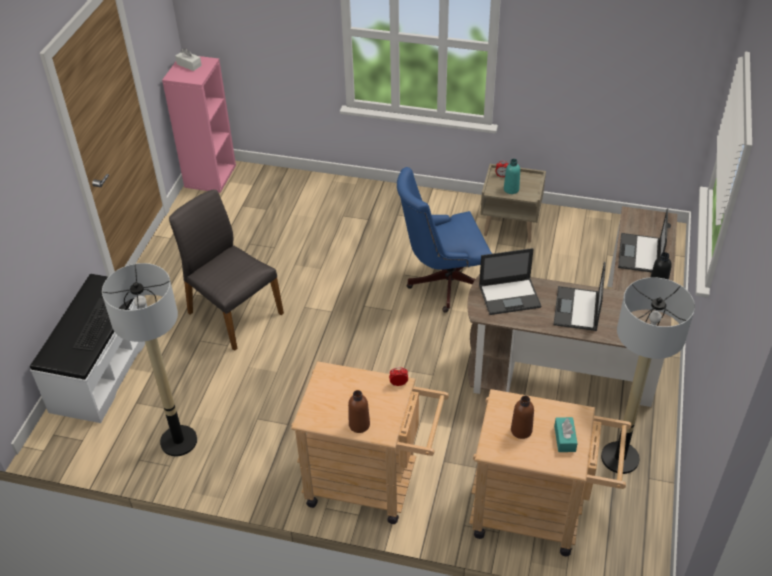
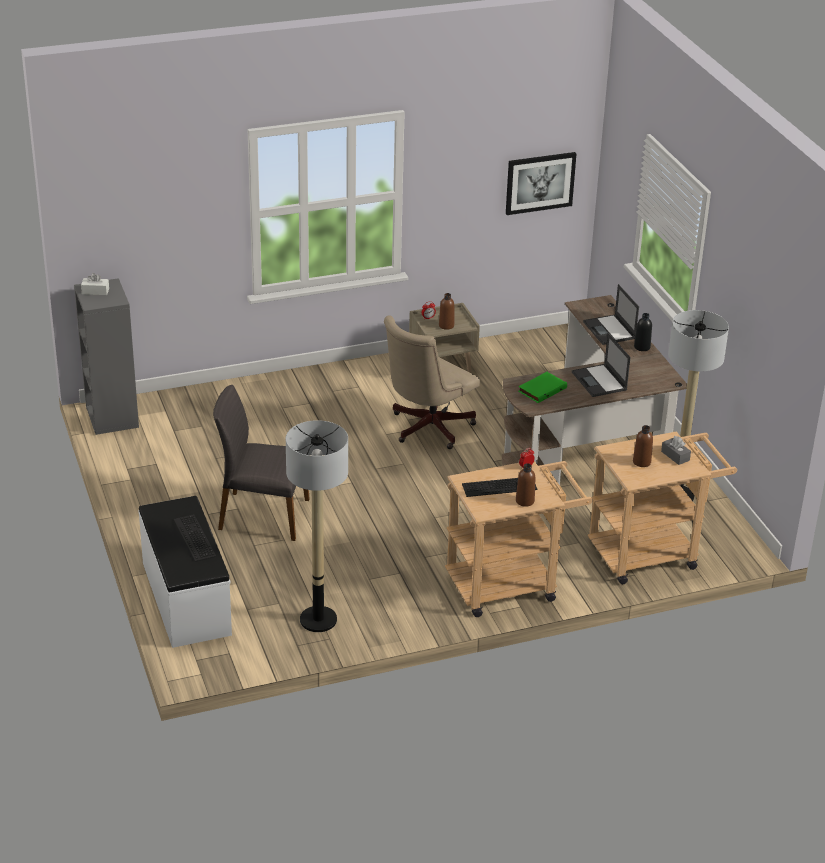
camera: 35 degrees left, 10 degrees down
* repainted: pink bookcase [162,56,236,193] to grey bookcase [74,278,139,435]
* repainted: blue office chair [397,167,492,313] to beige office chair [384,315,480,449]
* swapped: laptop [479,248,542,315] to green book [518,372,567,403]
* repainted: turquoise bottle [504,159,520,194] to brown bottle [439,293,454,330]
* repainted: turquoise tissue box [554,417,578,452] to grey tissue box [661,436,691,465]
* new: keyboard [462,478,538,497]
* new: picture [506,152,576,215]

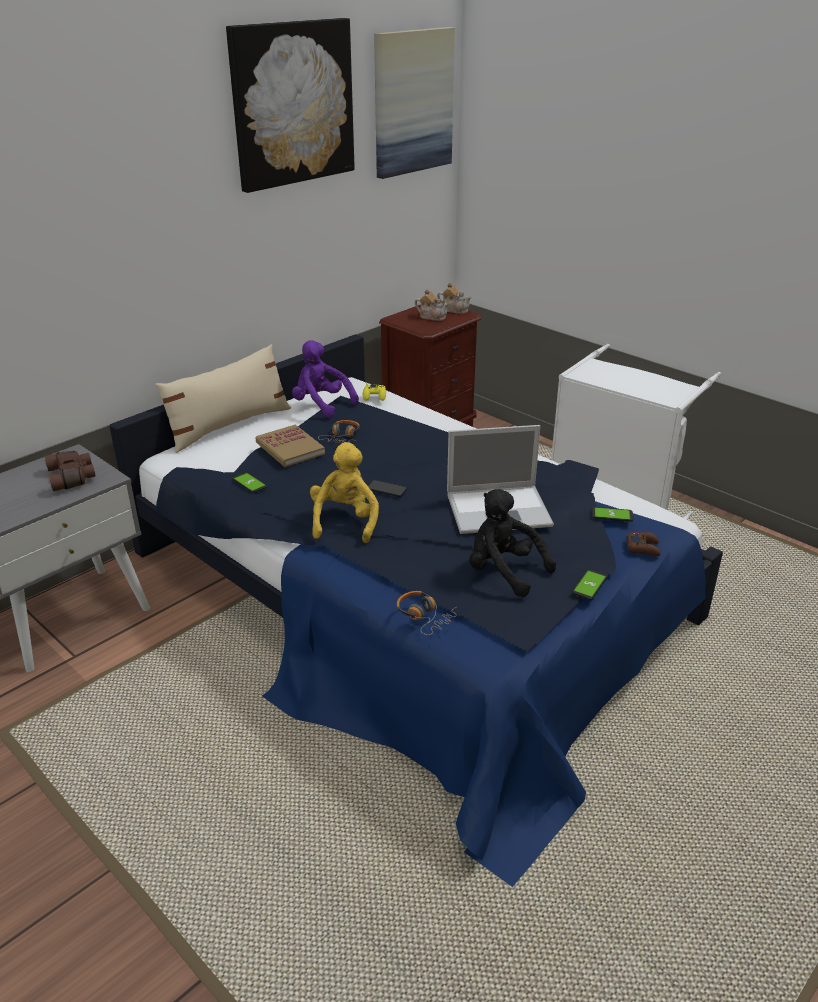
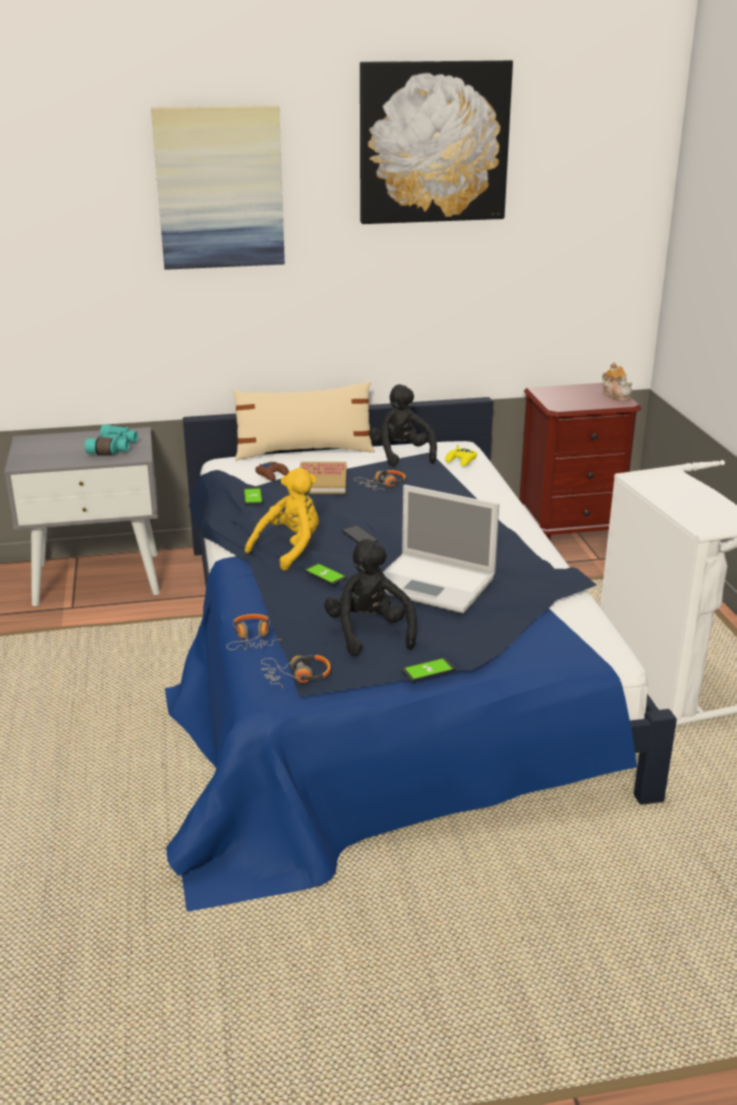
camera: 35 degrees right, 5 degrees down
* repainted: brown binoculars [45,451,96,491] to turquoise binoculars [85,424,138,455]
* repainted: purple plush toy [292,340,359,417] to black plush toy [369,384,437,467]
* shifted: picture [374,27,455,179] to [151,105,285,270]
* gone: teapot [415,289,449,321]
* shifted: phone [592,507,633,522] to [304,563,347,585]
* shifted: brown game controller [627,532,661,556] to [255,462,289,481]
* new: headphones [261,655,331,689]

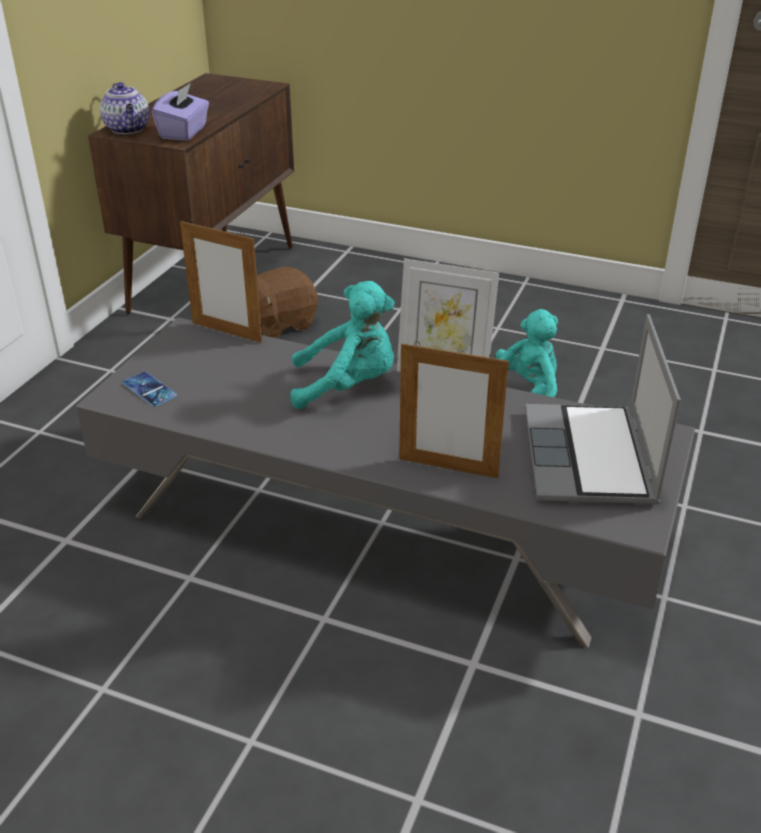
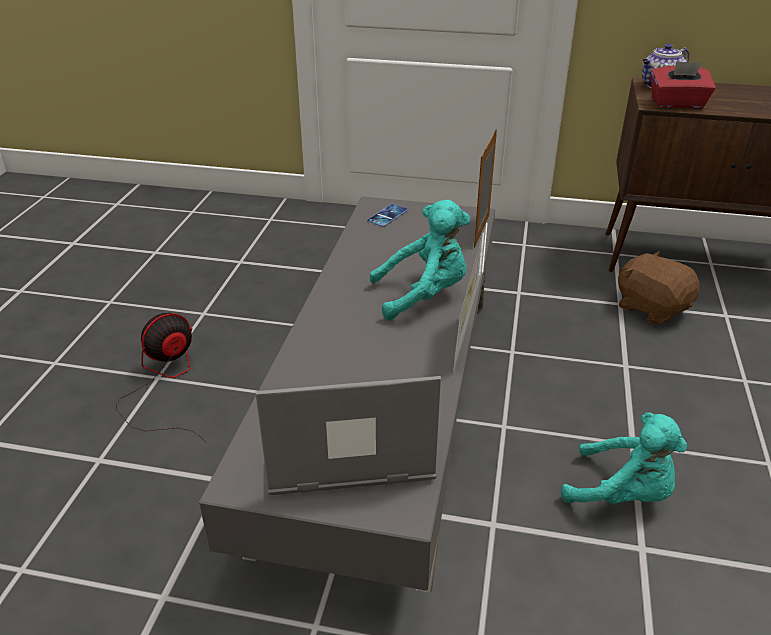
camera: 80 degrees right, 0 degrees up
* repainted: purple tissue box [152,83,209,141] to red tissue box [651,61,716,108]
* rotated: turquoise plush toy [290,281,394,409] = [370,200,470,320] 90 degrees counterclockwise
* gone: picture frame [399,341,509,478]
* new: fan [116,313,207,443]

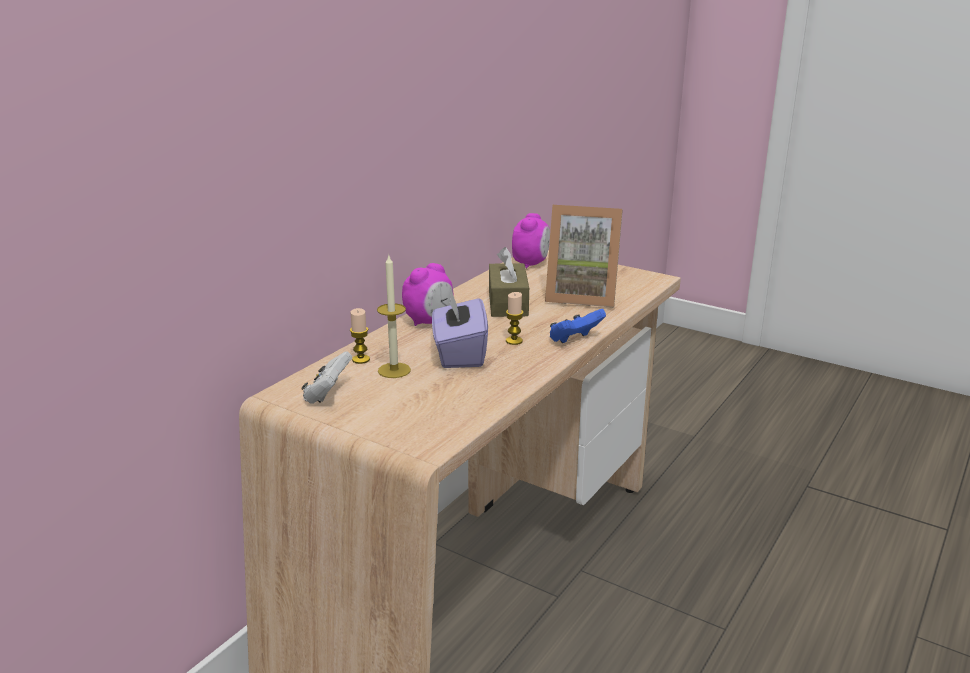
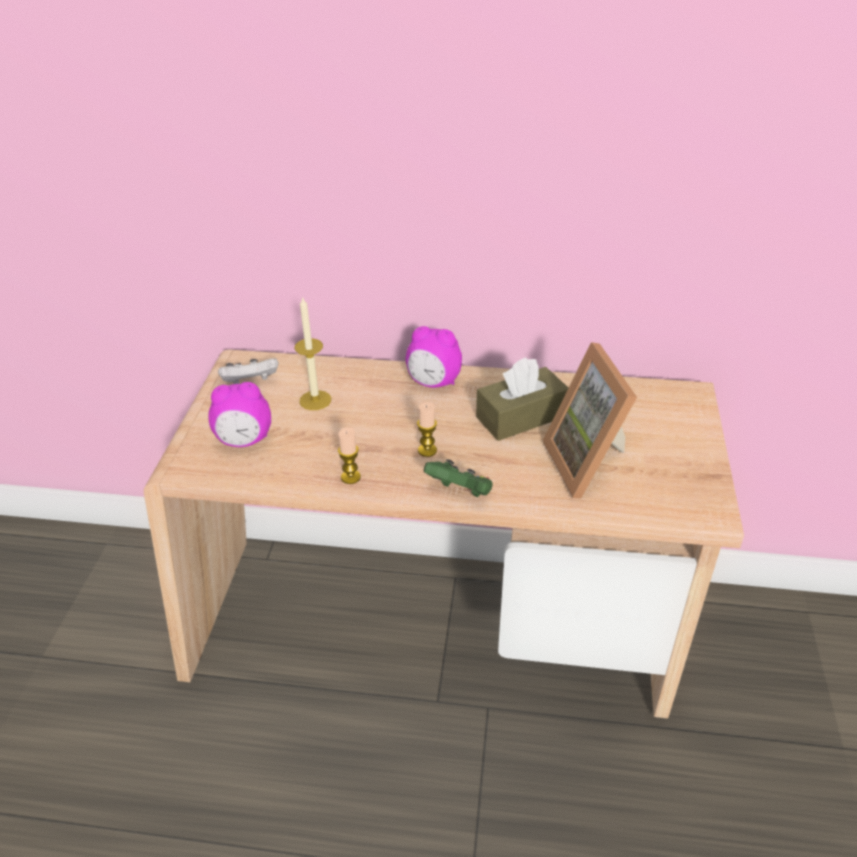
camera: 65 degrees right, 15 degrees up
* shifted: candle [350,308,370,364] to [338,427,361,484]
* gone: purple tissue box [432,290,488,368]
* shifted: alarm clock [512,213,550,268] to [208,382,271,447]
* repainted: blue game controller [550,309,606,343] to green game controller [424,459,493,497]

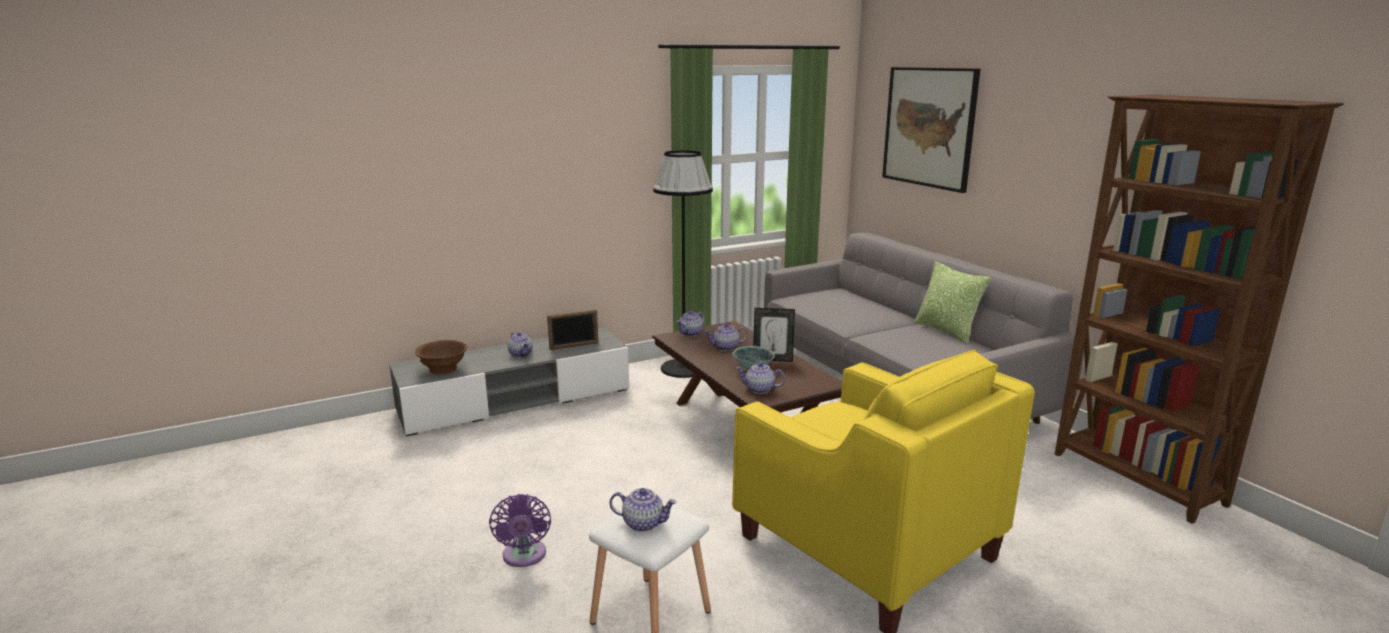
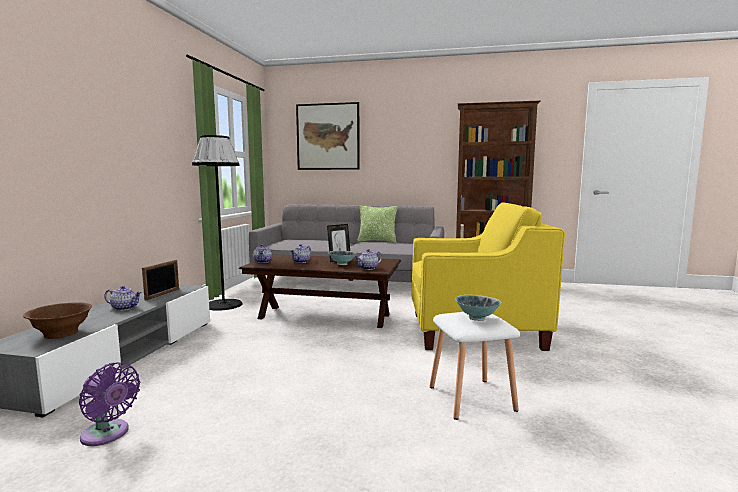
camera: 50 degrees left, 10 degrees down
* shifted: purple fan [489,494,551,567] to [79,362,140,446]
* swapped: teapot [610,488,677,532] to bowl [455,295,501,321]

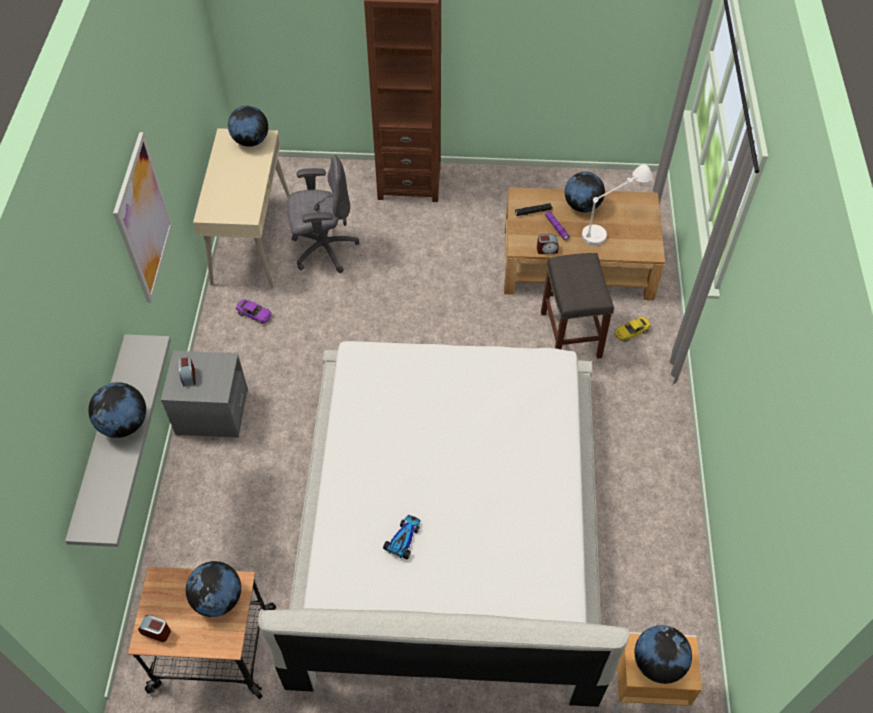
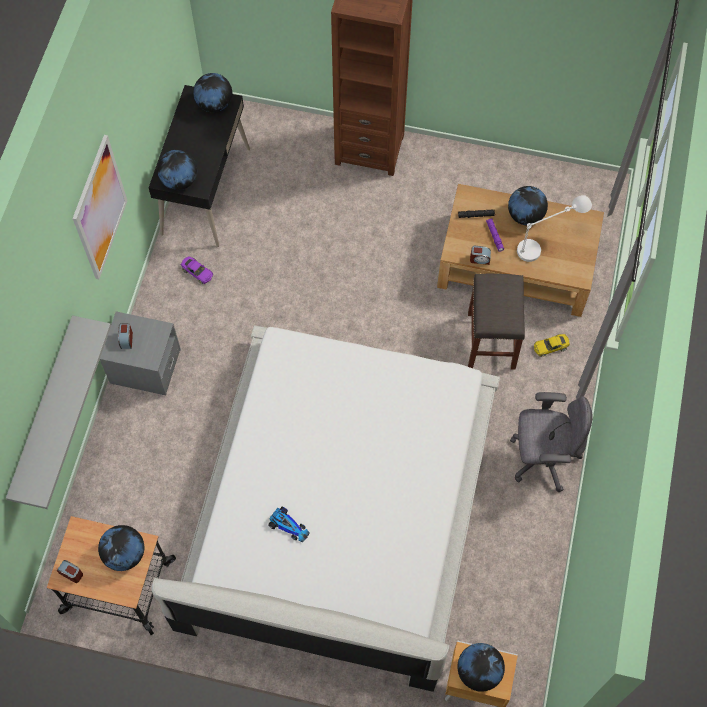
camera: 10 degrees right, 10 degrees up
* shifted: globe [88,382,146,438] to [157,150,197,190]
* repainted: beige desk [193,128,290,288] to black desk [149,85,250,247]
* shifted: grey office chair [287,155,359,273] to [510,392,593,492]
* rotated: toy car [383,515,421,560] = [268,507,310,542] 90 degrees clockwise

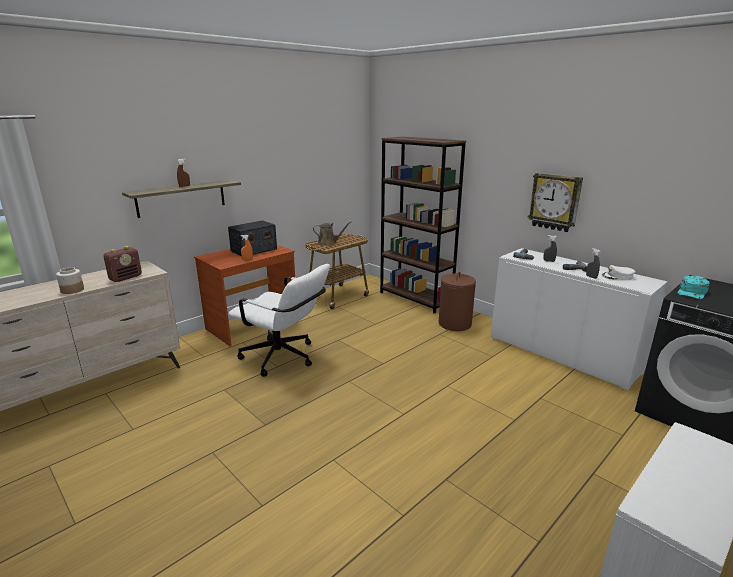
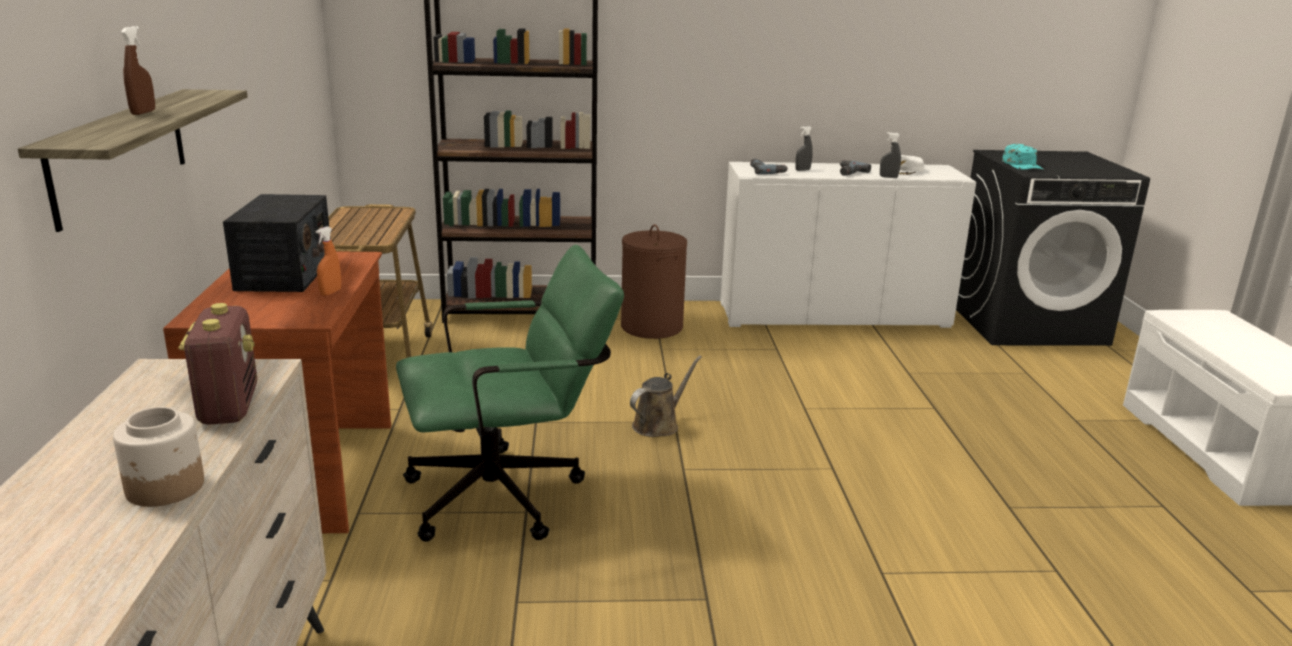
camera: 50 degrees left, 0 degrees up
* repainted: white office chair [229,264,330,377] to green office chair [396,244,624,542]
* shifted: brown watering can [313,221,352,246] to [630,355,702,437]
* gone: wall clock [528,173,583,232]

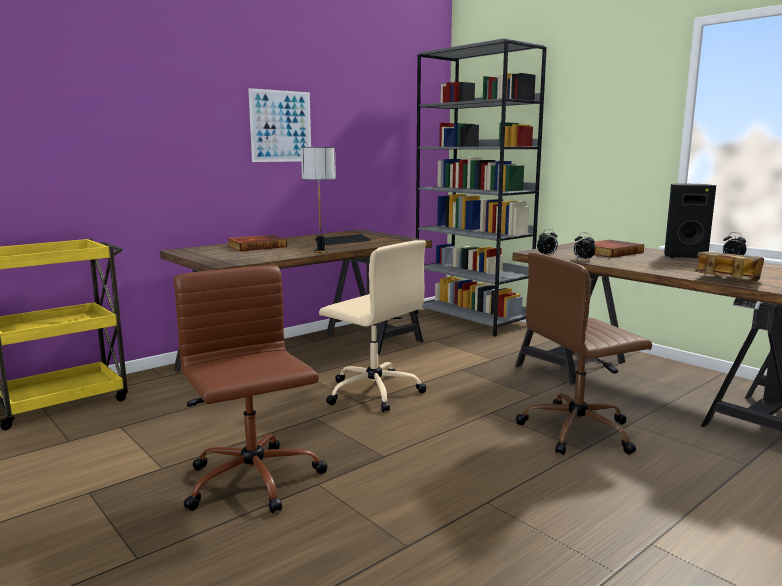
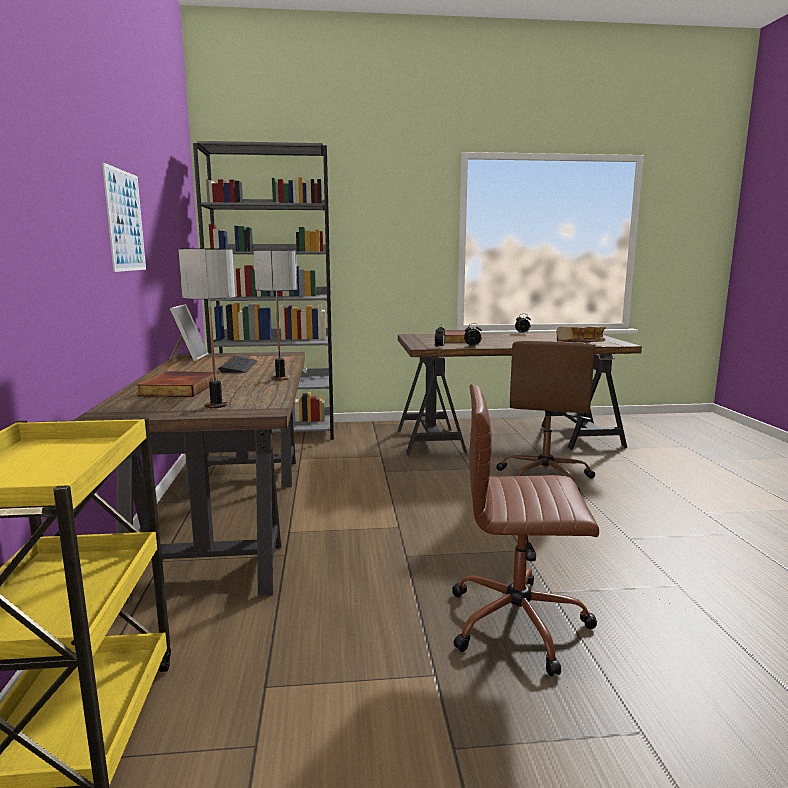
camera: 55 degrees left, 0 degrees up
* gone: beige office chair [319,240,427,412]
* gone: black speaker [664,184,716,258]
* new: picture frame [170,304,209,361]
* new: table lamp [178,248,235,408]

